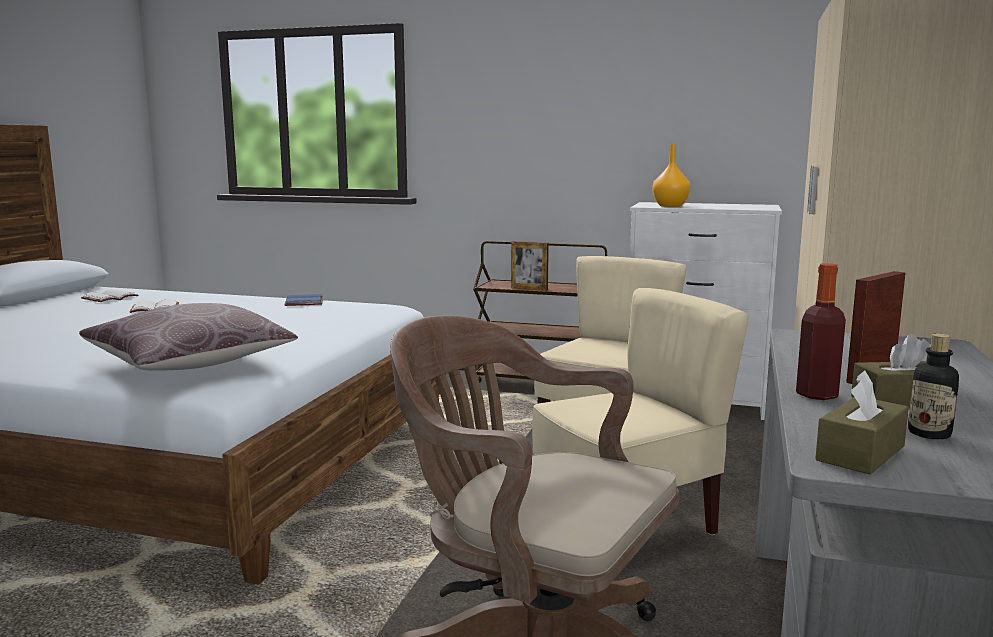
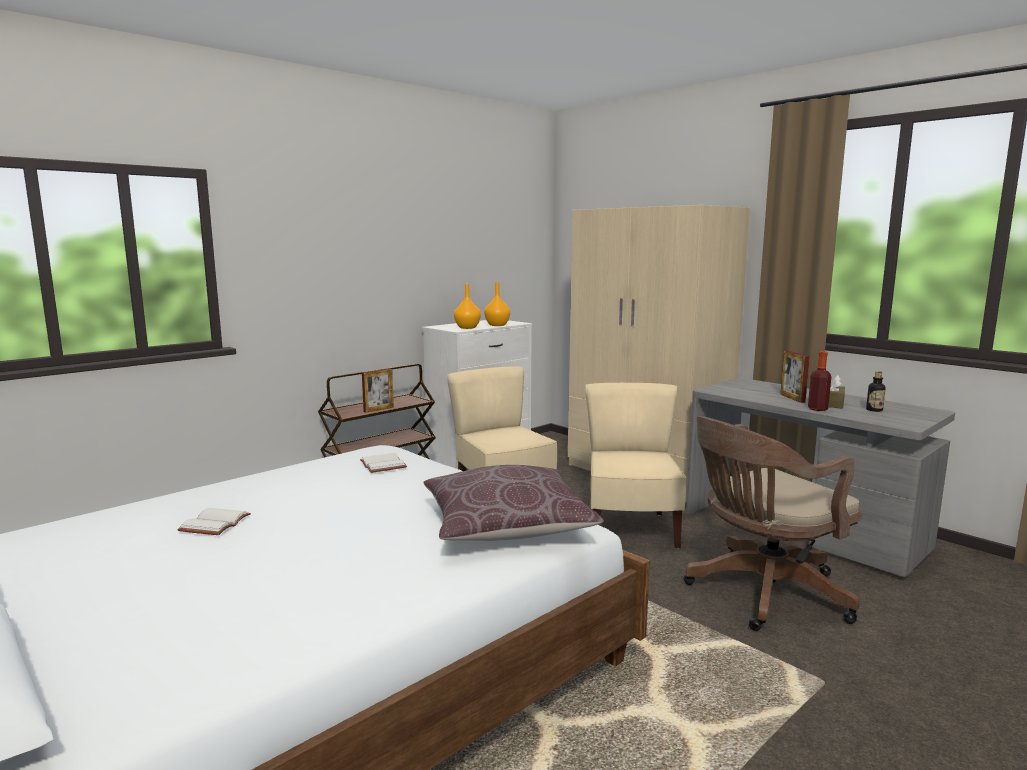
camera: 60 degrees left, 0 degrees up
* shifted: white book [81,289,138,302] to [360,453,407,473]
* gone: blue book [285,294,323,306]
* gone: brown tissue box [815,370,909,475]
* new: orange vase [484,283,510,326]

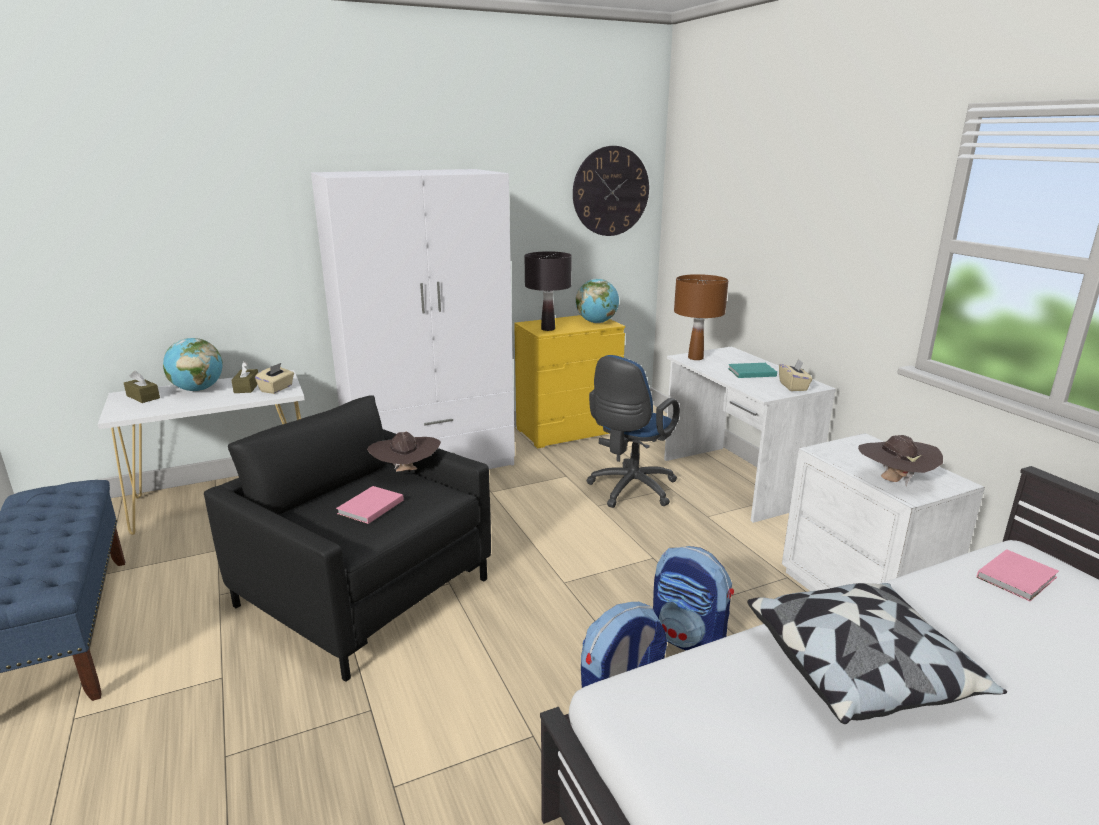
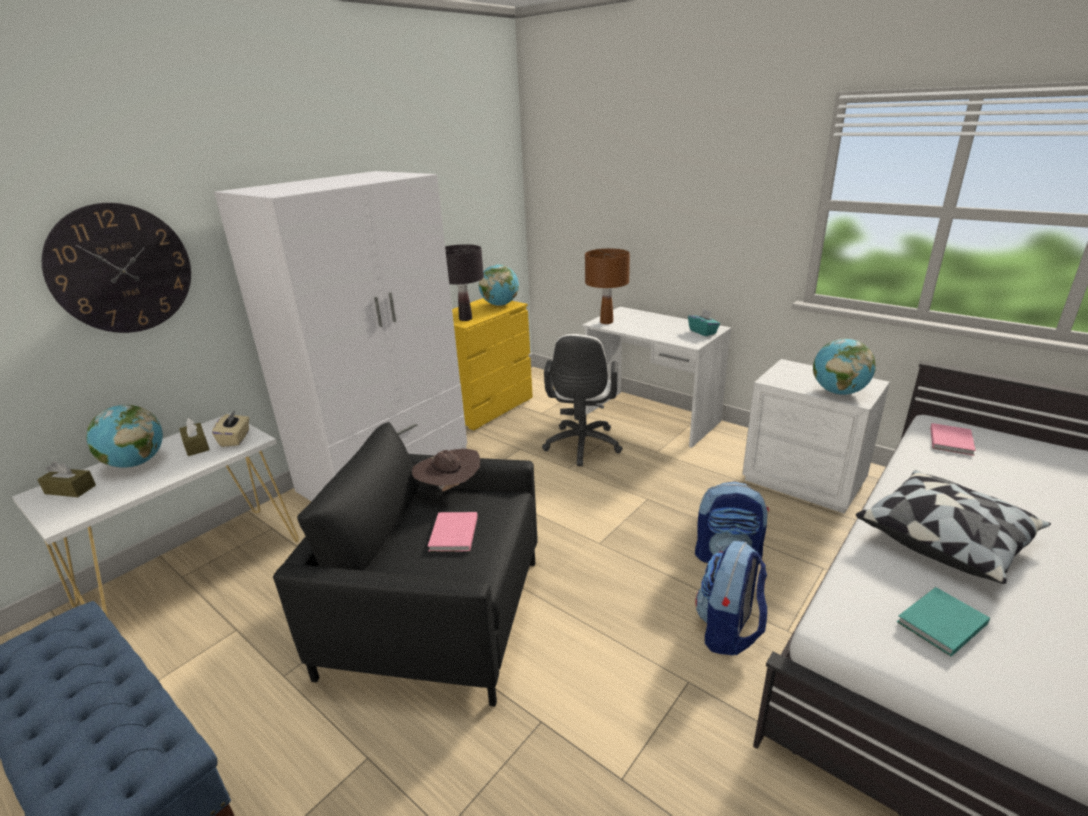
camera: 25 degrees left, 5 degrees up
* shifted: wall clock [573,146,649,236] to [42,203,191,333]
* repainted: blue office chair [586,355,680,508] to white office chair [542,334,623,466]
* shifted: turquoise book [728,363,777,378] to [897,587,990,657]
* repainted: beige tissue box [779,358,813,391] to turquoise tissue box [688,309,720,336]
* swapped: brown hat [858,435,943,486] to globe [813,338,876,395]

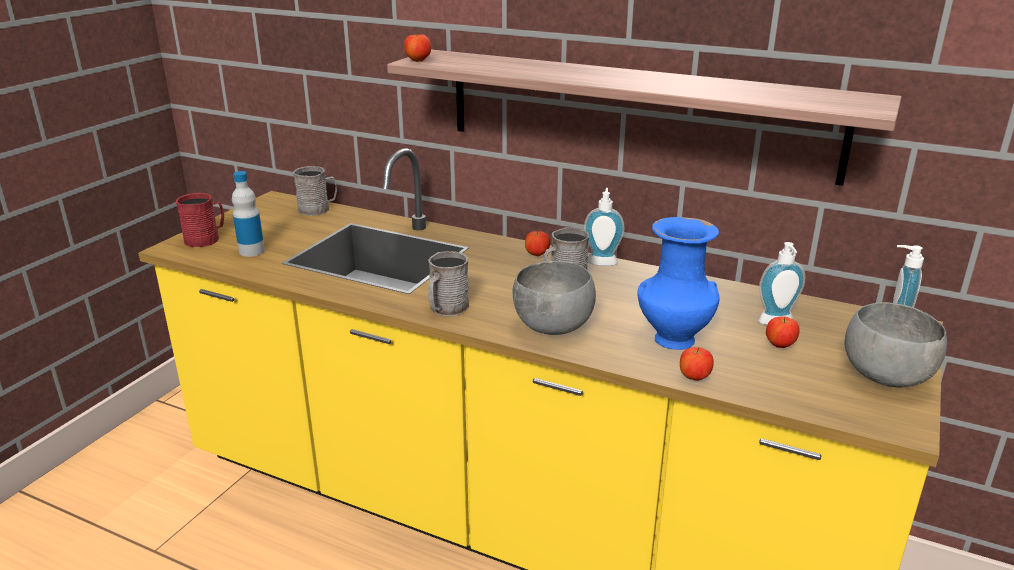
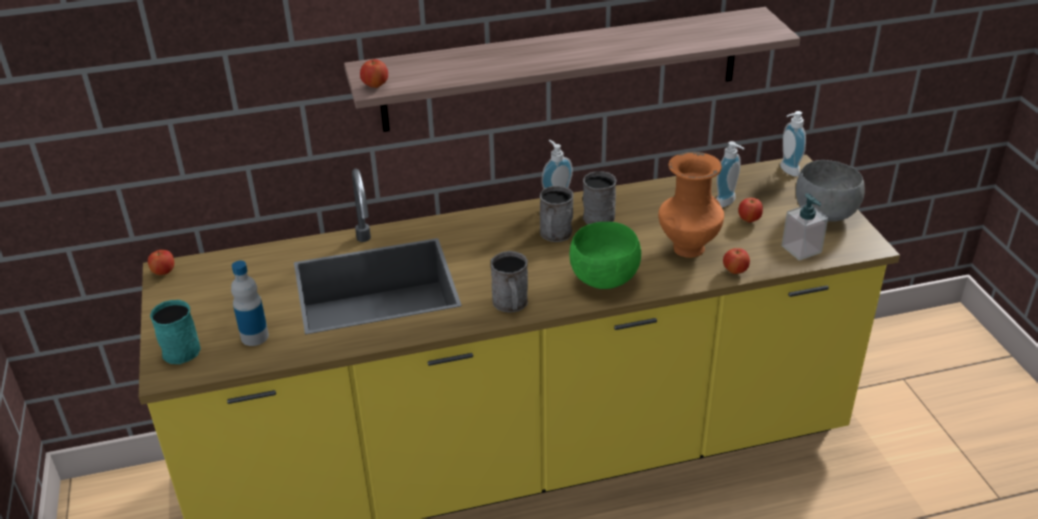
camera: 40 degrees left, 10 degrees up
* repainted: red mug [176,193,224,247] to turquoise mug [150,300,201,364]
* shifted: grey mug [293,166,337,216] to [583,171,617,224]
* repainted: grey bowl [513,261,596,335] to green bowl [570,222,641,289]
* shifted: apple [525,231,550,256] to [148,250,174,275]
* repainted: blue vase [637,217,720,350] to orange vase [658,152,724,258]
* new: soap dispenser [781,193,828,261]

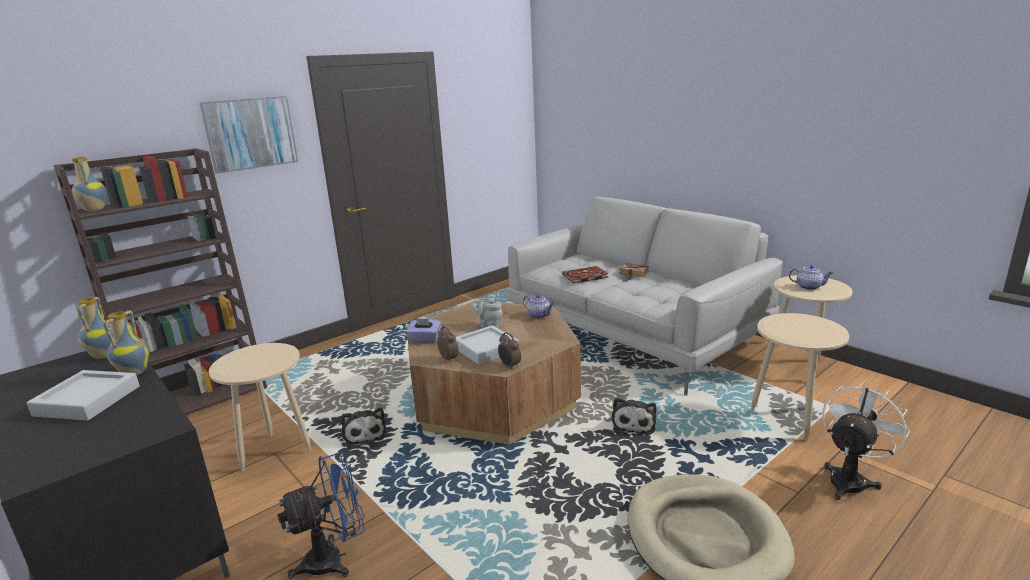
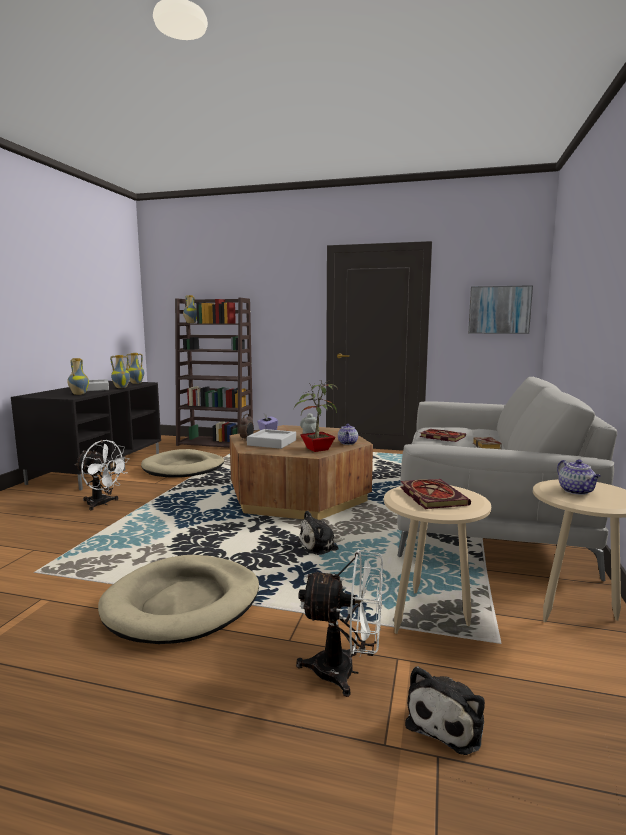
camera: 55 degrees right, 10 degrees down
* shifted: picture [200,96,298,174] to [468,285,533,334]
* swapped: beige side table [209,343,311,471] to beige dog bed [141,449,224,478]
* repainted: blue fan [277,452,365,579] to white fan [75,440,130,510]
* shifted: plush toy [341,408,387,448] to [405,666,485,755]
* gone: alarm clock [498,332,521,370]
* new: vase [67,358,89,395]
* new: potted plant [293,380,338,452]
* new: book [400,479,471,509]

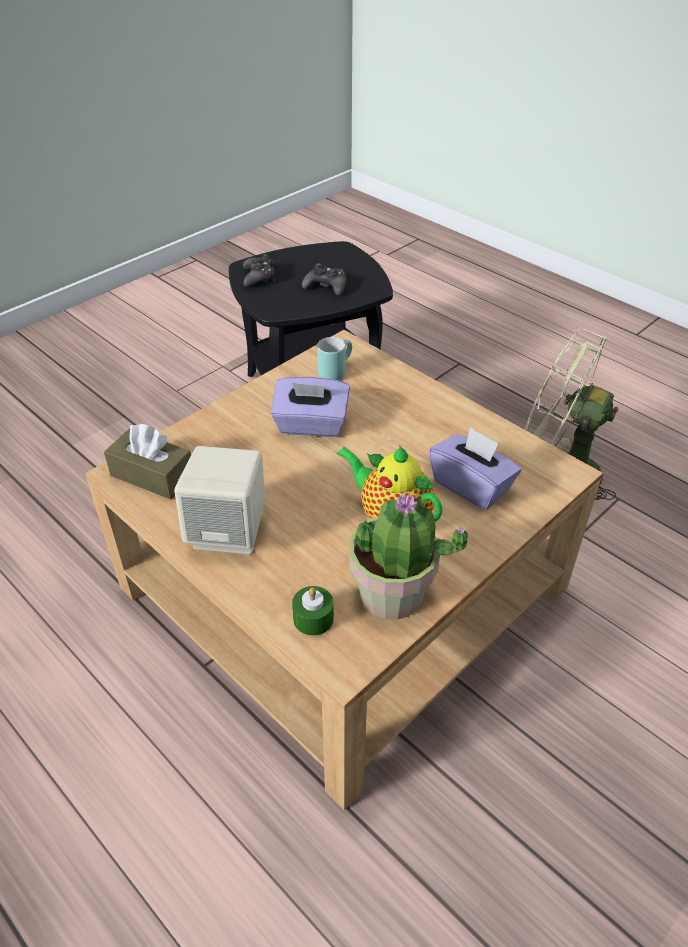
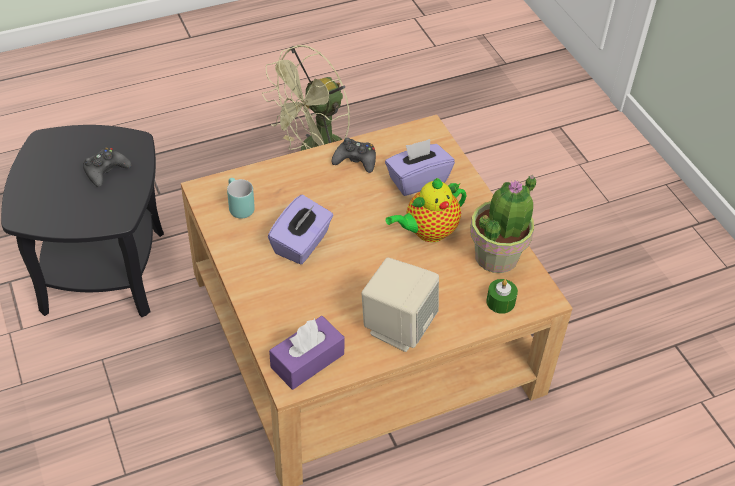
camera: 70 degrees left, 5 degrees up
* repainted: brown tissue box [104,424,191,499] to purple tissue box [269,316,345,390]
* shifted: black game controller [243,254,275,287] to [332,138,376,173]

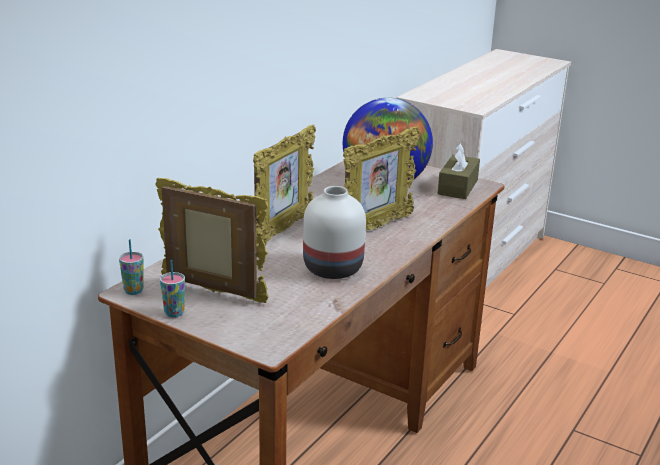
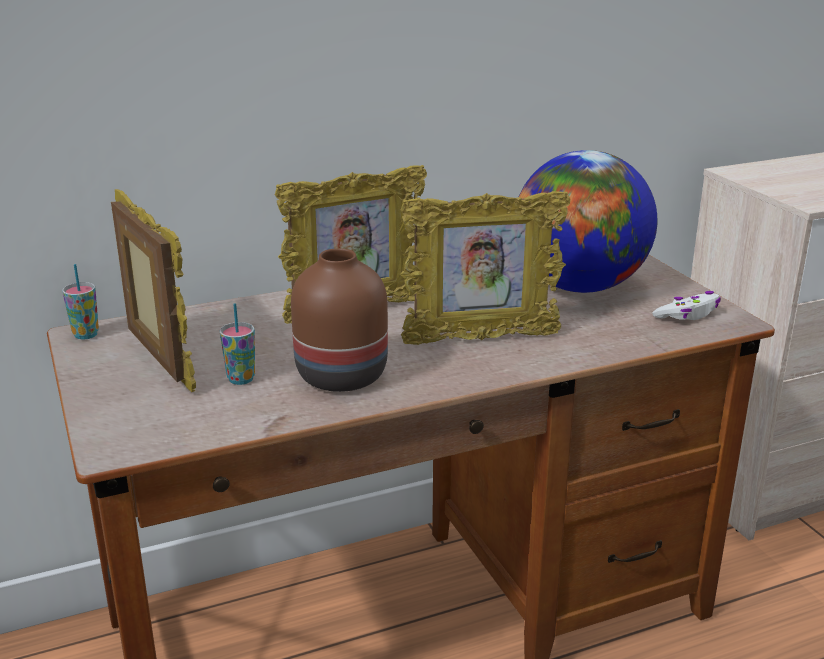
camera: 35 degrees right, 0 degrees up
* shifted: cup [160,260,185,317] to [220,303,255,385]
* repainted: white vase [303,186,366,279] to brown vase [291,248,388,392]
* swapped: brown tissue box [438,143,480,199] to white game controller [652,291,721,320]

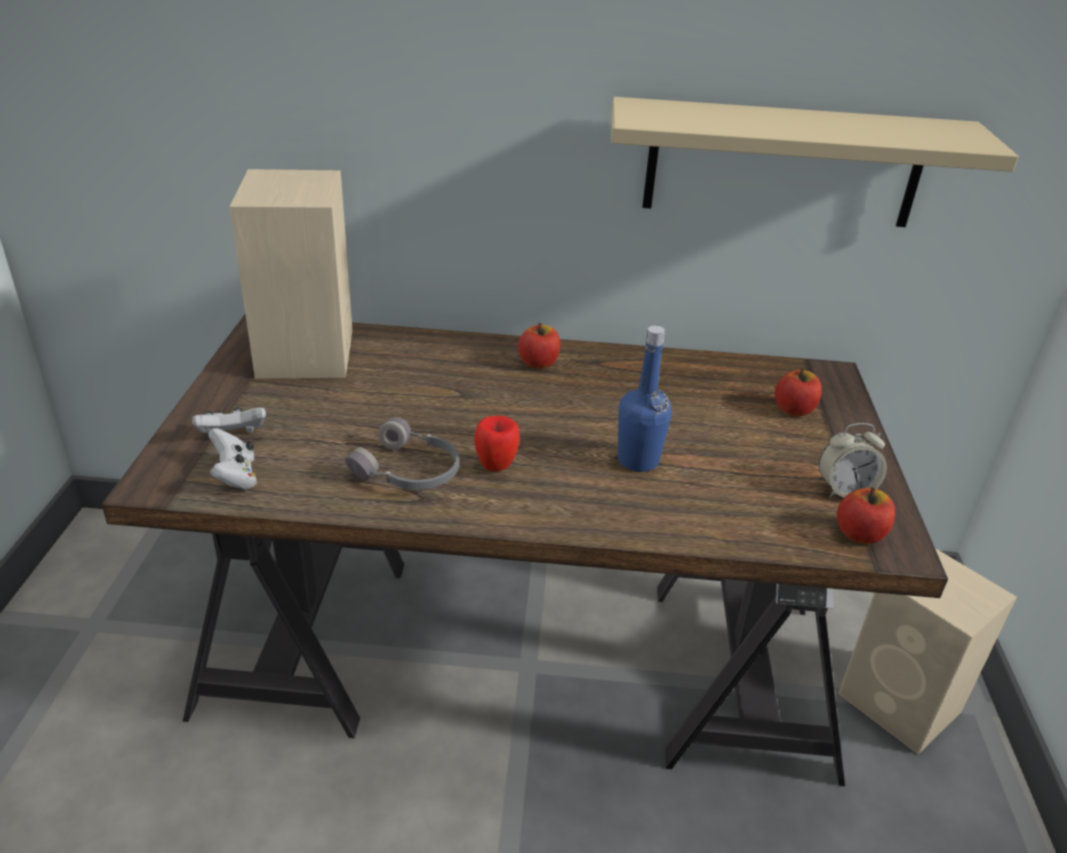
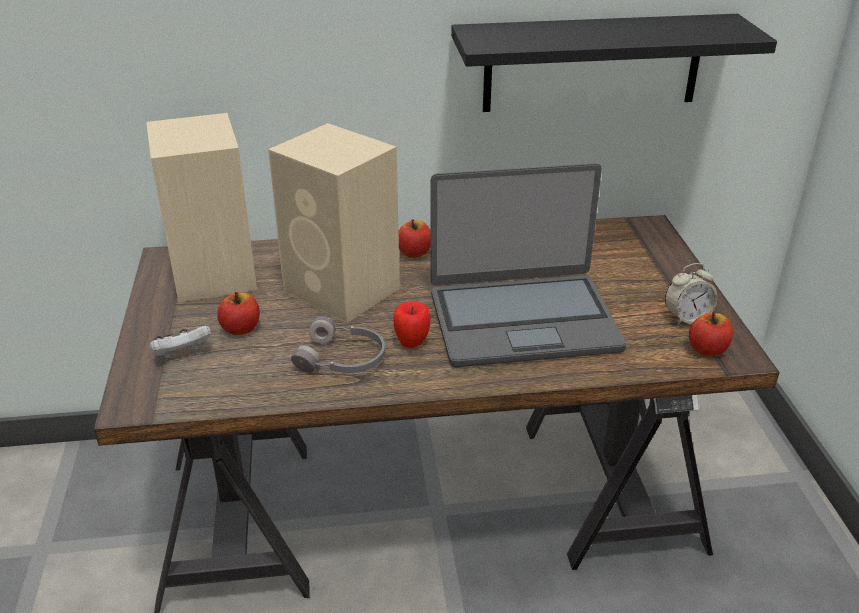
camera: 10 degrees left, 0 degrees up
* gone: white game controller [208,428,257,490]
* repainted: beige shelf [611,97,1019,227] to black shelf [451,14,777,112]
* swapped: blue bottle [618,326,672,472] to laptop [431,163,626,367]
* shifted: apple [775,368,822,416] to [217,292,260,335]
* shifted: beige speaker [838,548,1017,754] to [268,123,400,323]

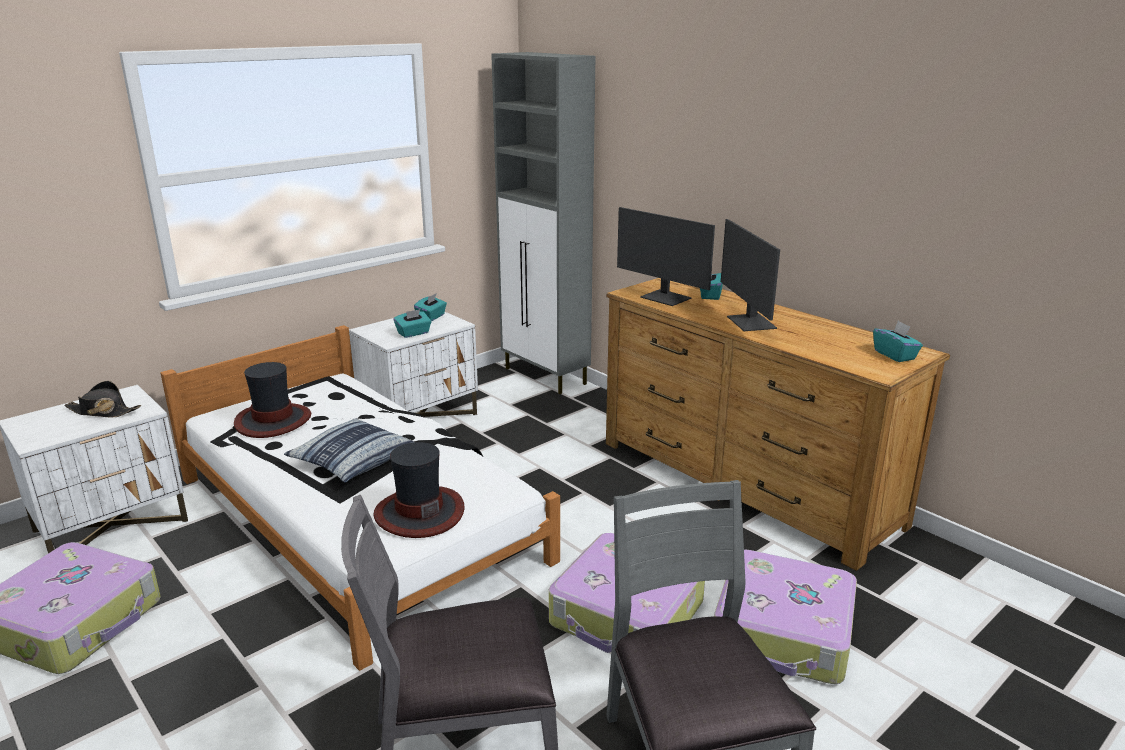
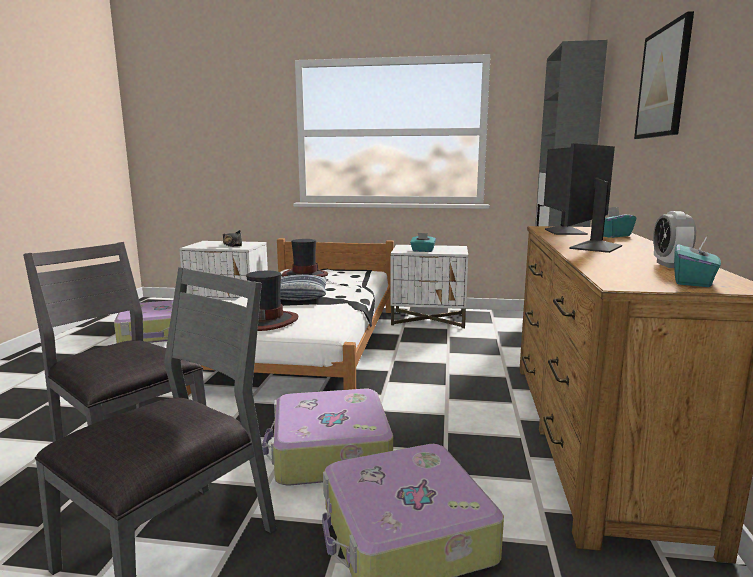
camera: 50 degrees right, 10 degrees down
* gone: turquoise tissue box [414,293,447,321]
* new: picture [634,11,694,139]
* new: alarm clock [653,211,696,268]

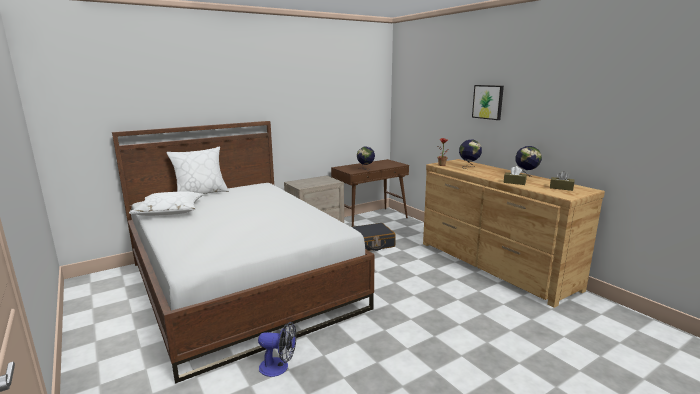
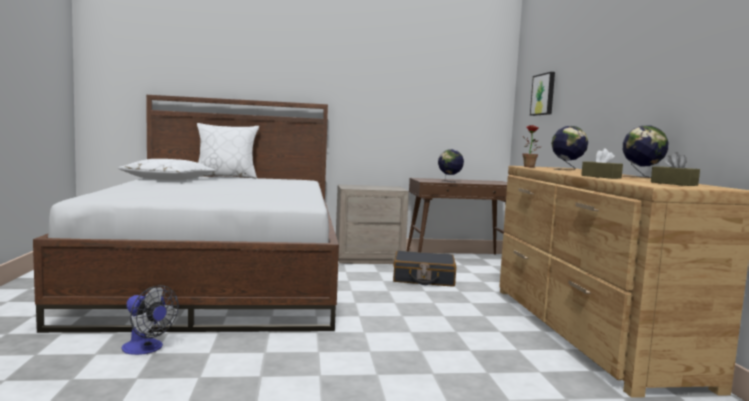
camera: 25 degrees right, 10 degrees down
* shifted: picture [472,85,504,120] to [530,72,555,116]

